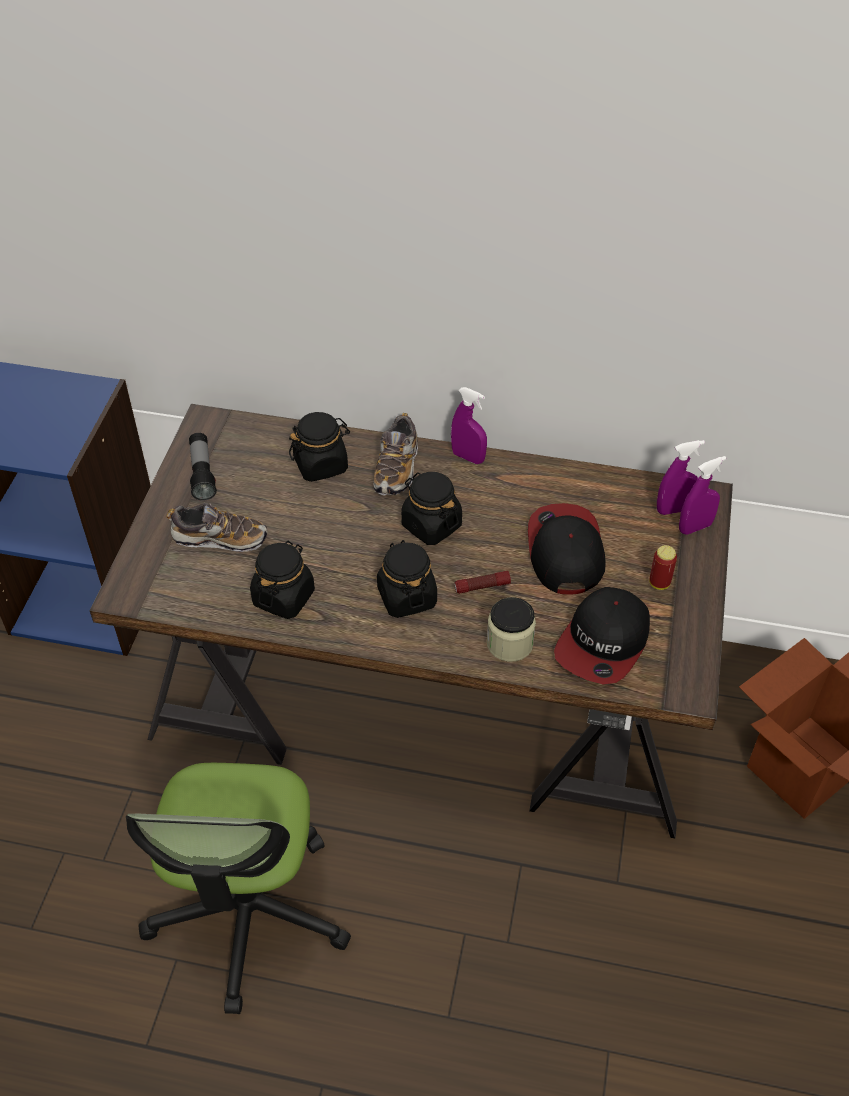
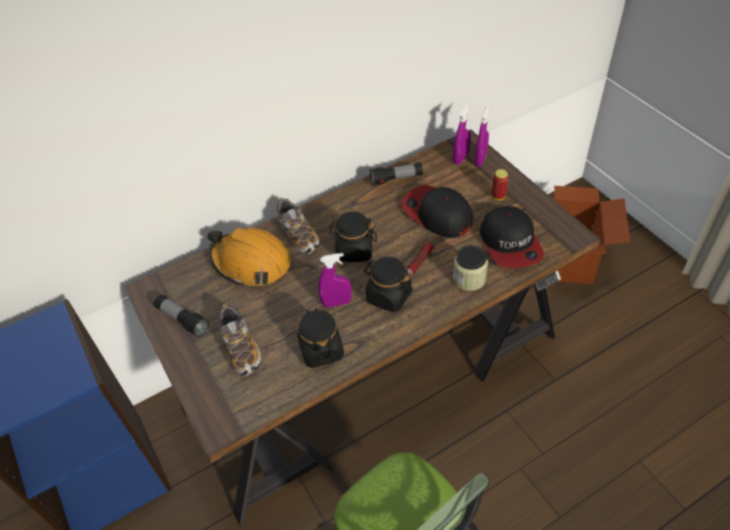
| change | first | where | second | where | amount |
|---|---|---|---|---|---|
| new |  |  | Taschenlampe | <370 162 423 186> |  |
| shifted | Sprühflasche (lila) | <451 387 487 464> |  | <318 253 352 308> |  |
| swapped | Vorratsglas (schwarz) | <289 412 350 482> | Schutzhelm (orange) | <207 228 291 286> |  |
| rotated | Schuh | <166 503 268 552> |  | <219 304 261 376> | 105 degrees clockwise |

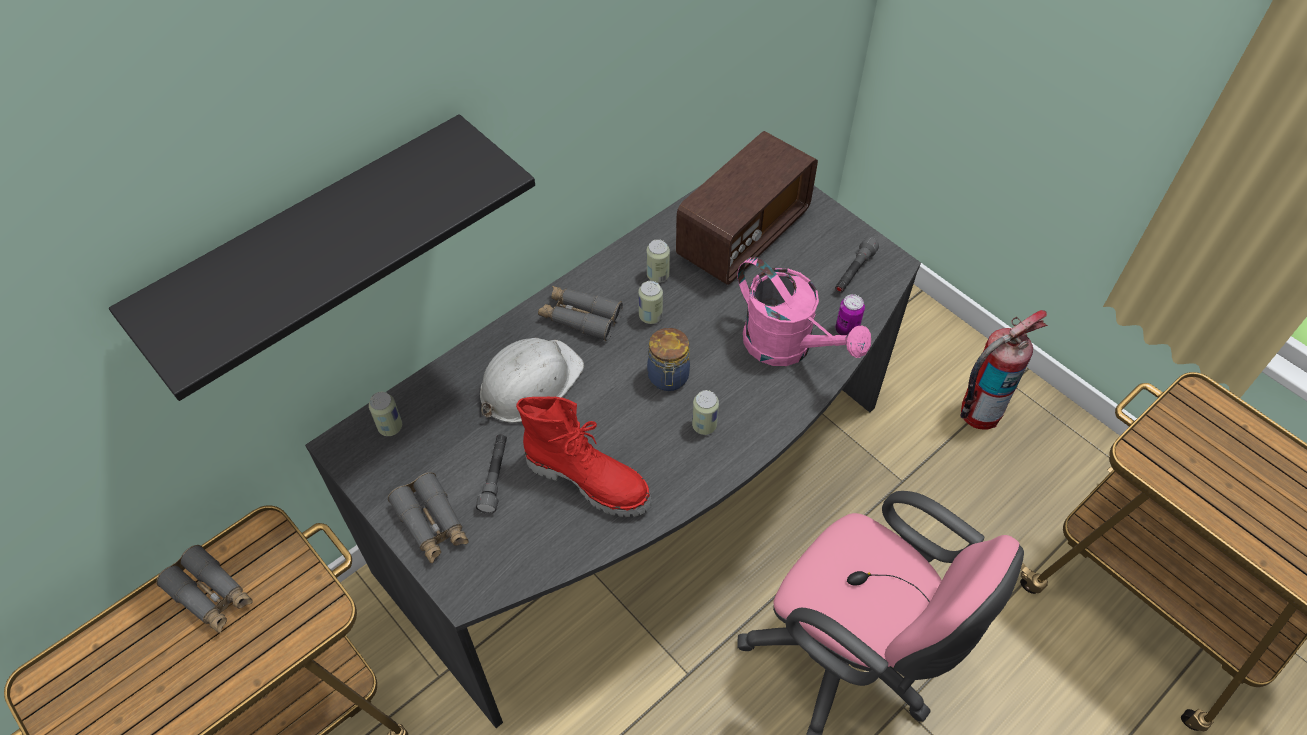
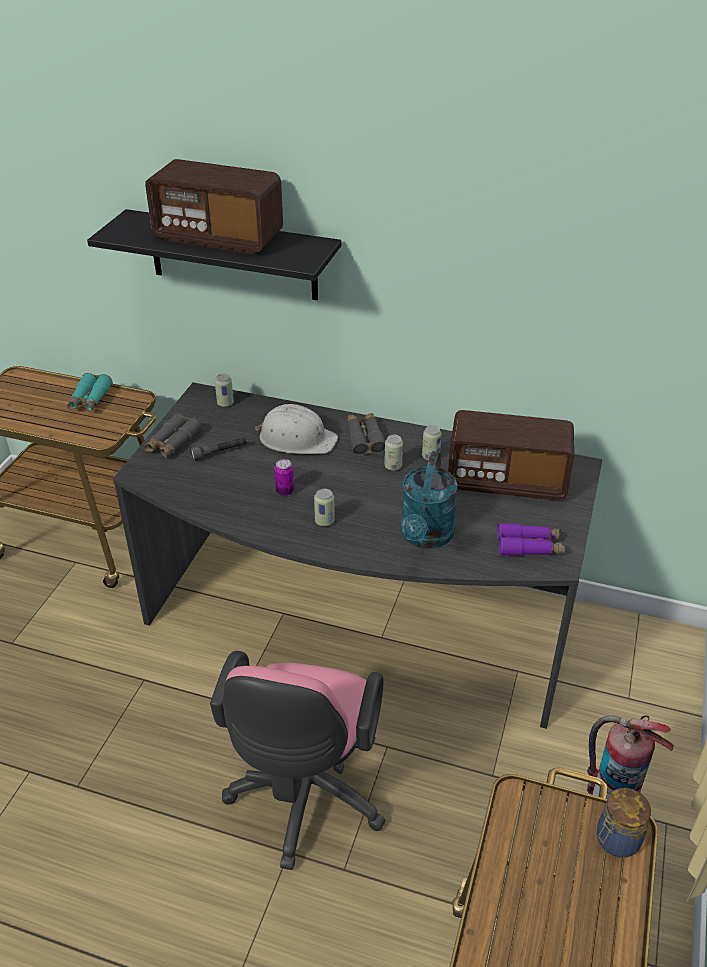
| change | first | where | second | where | amount |
|---|---|---|---|---|---|
| gone | Stiefel (rot) | <516 397 652 517> |  |  |  |
| new |  |  | Radio | <145 159 283 254> |  |
| shifted | Vorratsglas | <647 328 690 391> |  | <597 788 651 858> |  |
| shifted | Dose | <835 294 865 335> |  | <274 459 294 496> |  |
| swapped | Taschenlampe (grau) | <835 237 879 293> | Fernglas (lila) | <497 523 565 556> |  |
| repainted | Fernglas (grau) | <156 545 253 633> | Fernglas (türkis) | <67 373 112 411> |  |
| repainted | Gießkanne (rosa) | <737 257 871 366> | Gießkanne (türkis) | <401 451 458 549> |  |

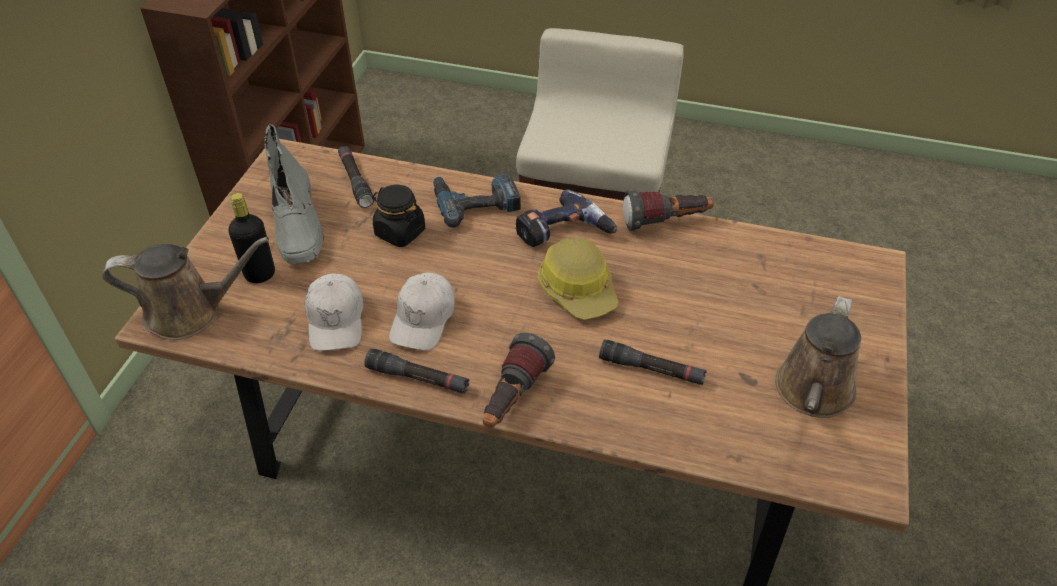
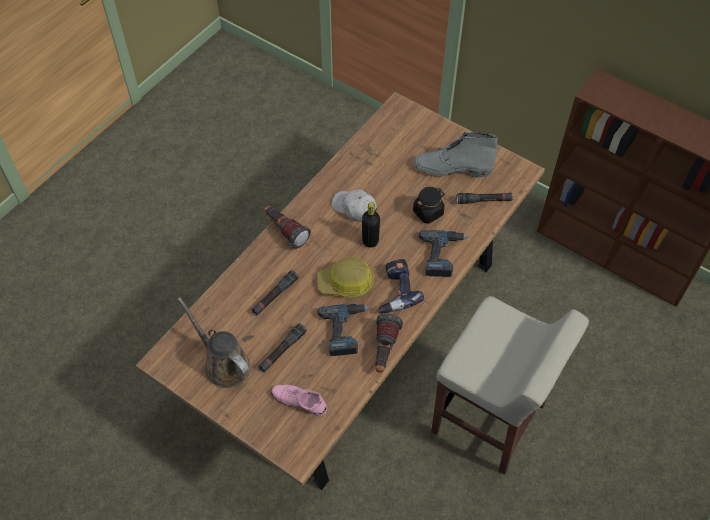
| change | first | where | second | where | amount |
|---|---|---|---|---|---|
| gone | Gießkanne (braun) | <103 237 269 340> |  |  |  |
| gone | Kappe (weiß) | <305 273 364 351> |  |  |  |
| new |  |  | Schuh (rosa) | <271 385 327 416> |  |
| new |  |  | Bohrmaschine | <317 304 370 356> |  |
| shifted | Flasche (schwarz) | <228 193 275 283> |  | <362 202 380 248> |  |
| shifted | Taschenlampe (schwarz) | <364 348 469 394> |  | <258 323 307 373> |  |

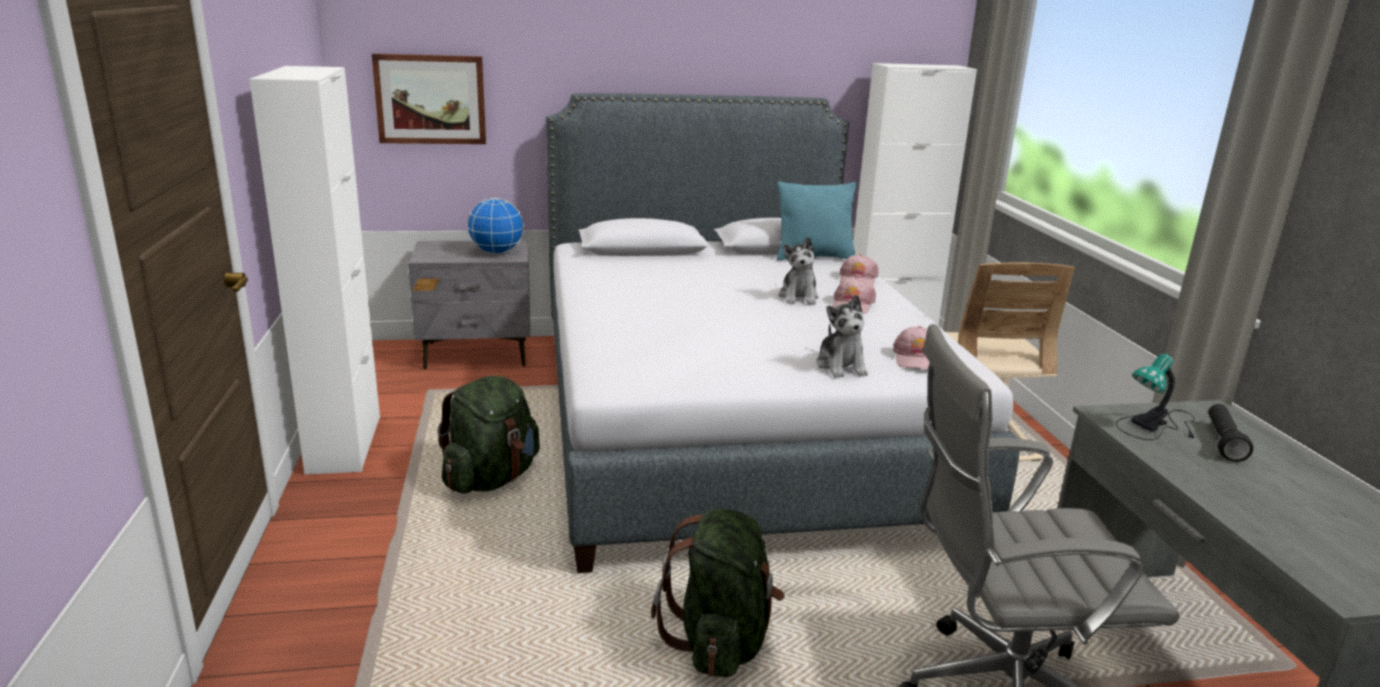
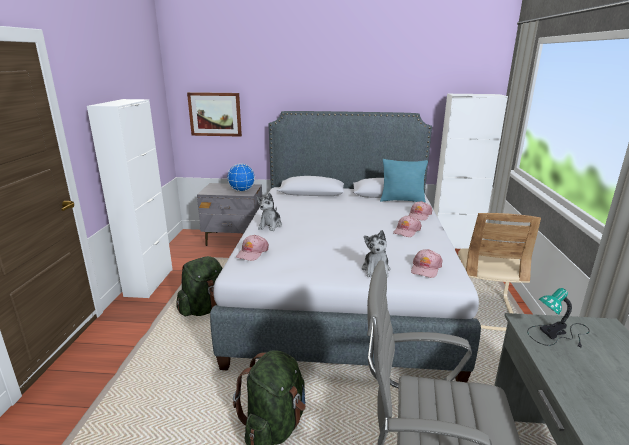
| change | first | where | second | where | amount |
|---|---|---|---|---|---|
| gone | Taschenlampe (schwarz) | <1208 404 1254 462> |  |  |  |
| new |  |  | Kappe (rosa) | <236 235 269 261> |  |
| shifted | Plüschtier | <779 237 819 305> |  | <257 193 282 231> |  |

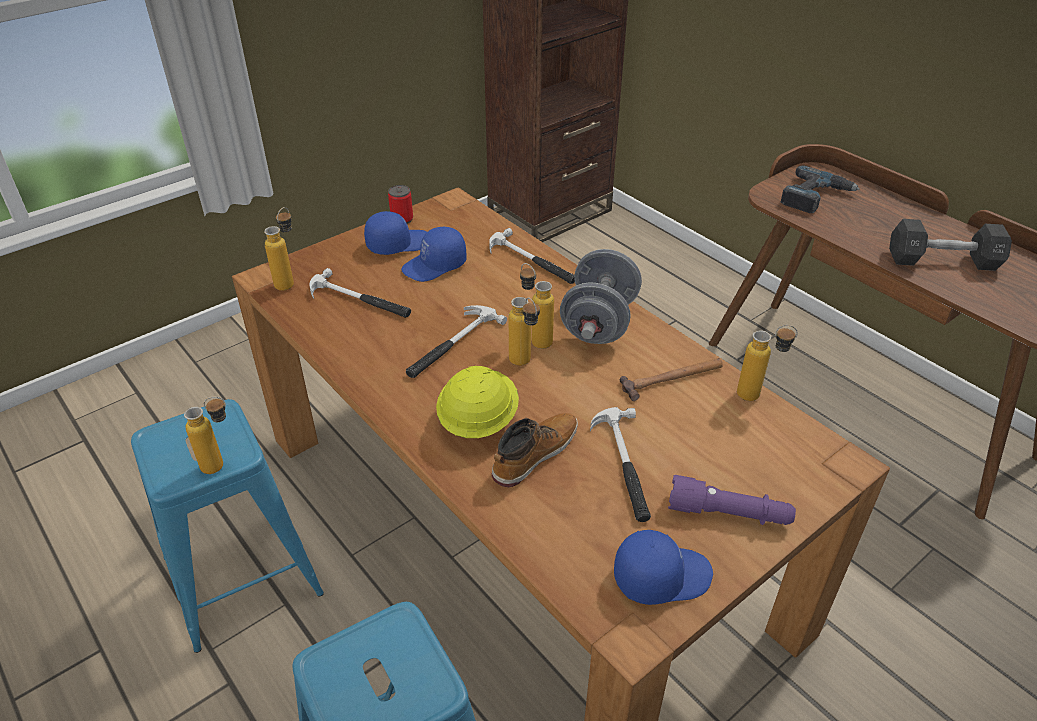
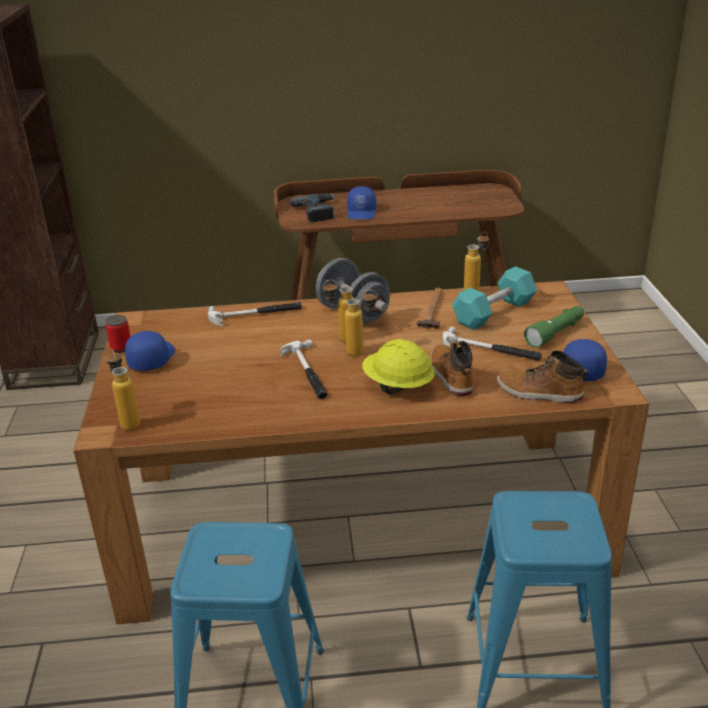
| change | first | where | second | where | amount |
|---|---|---|---|---|---|
| gone | Flasche | <184 397 226 474> |  |  |  |
| gone | Hammer | <309 268 411 318> |  |  |  |
| gone | Hantel (schwarz) | <889 219 1012 271> |  |  |  |
| new |  |  | Hantel (türkis) | <452 266 537 330> |  |
| new |  |  | Stiefel | <497 351 587 403> |  |
| shifted | Kappe (blau) | <401 227 467 282> |  | <347 186 376 219> |  |
| repainted | Taschenlampe (lila) | <668 475 796 525> | Taschenlampe (grün) | <524 306 584 348> |  |

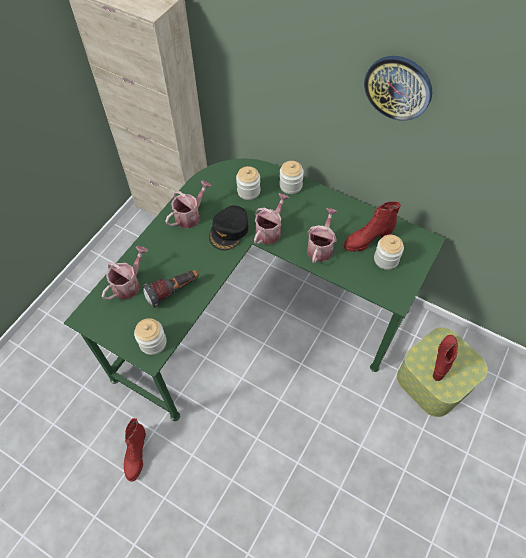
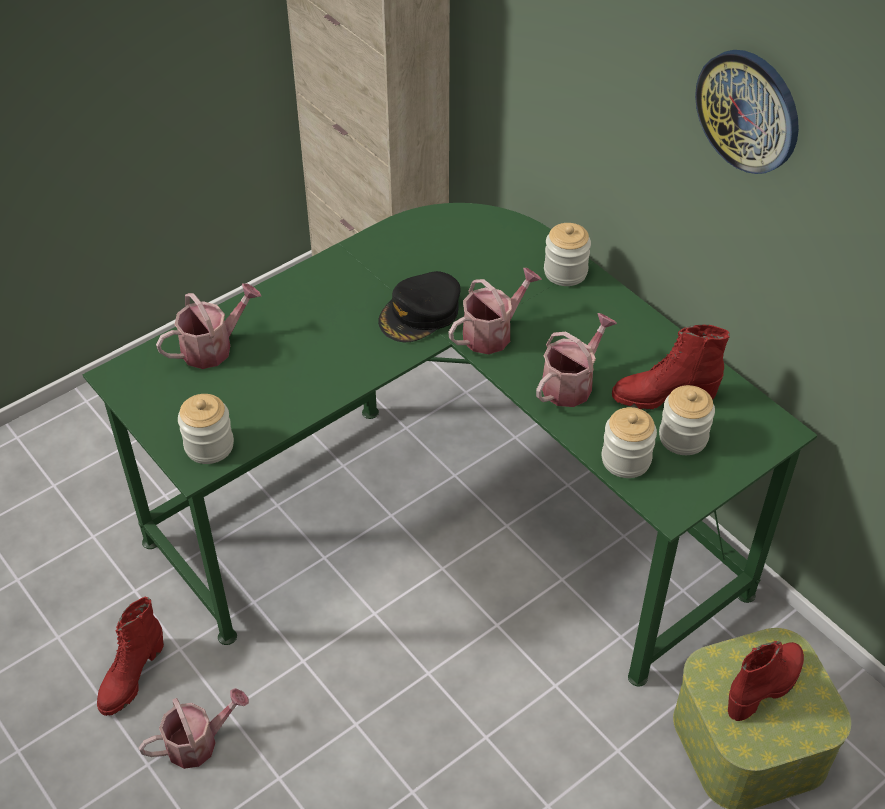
| change | first | where | second | where | amount |
|---|---|---|---|---|---|
| gone | Taschenlampe | <143 270 199 308> |  |  |  |
| shifted | Gießkanne | <165 180 212 228> |  | <139 688 249 769> |  |
| shifted | Vorratsglas | <236 166 260 200> |  | <602 407 657 478> |  |

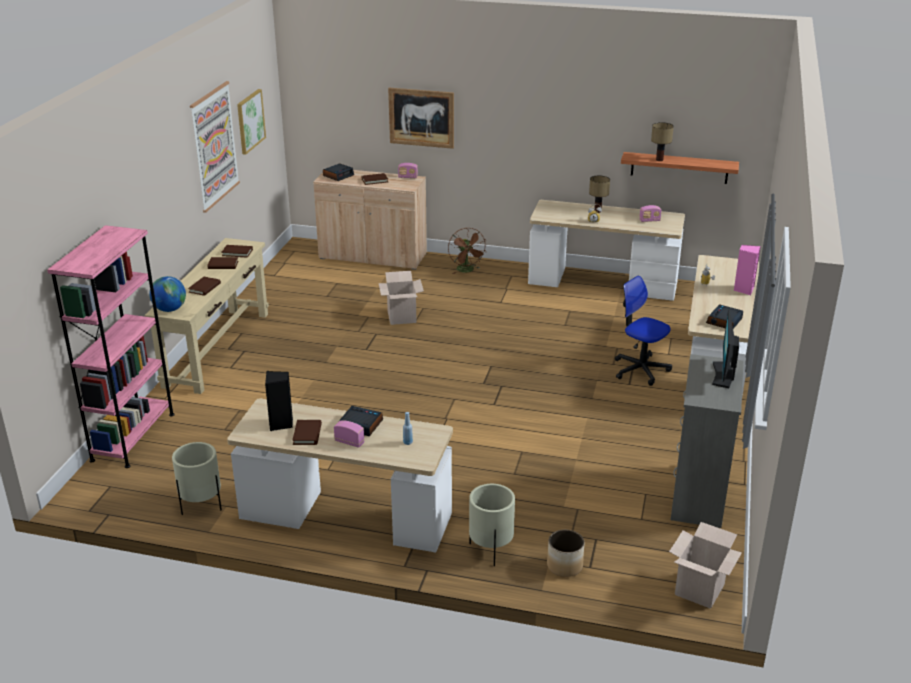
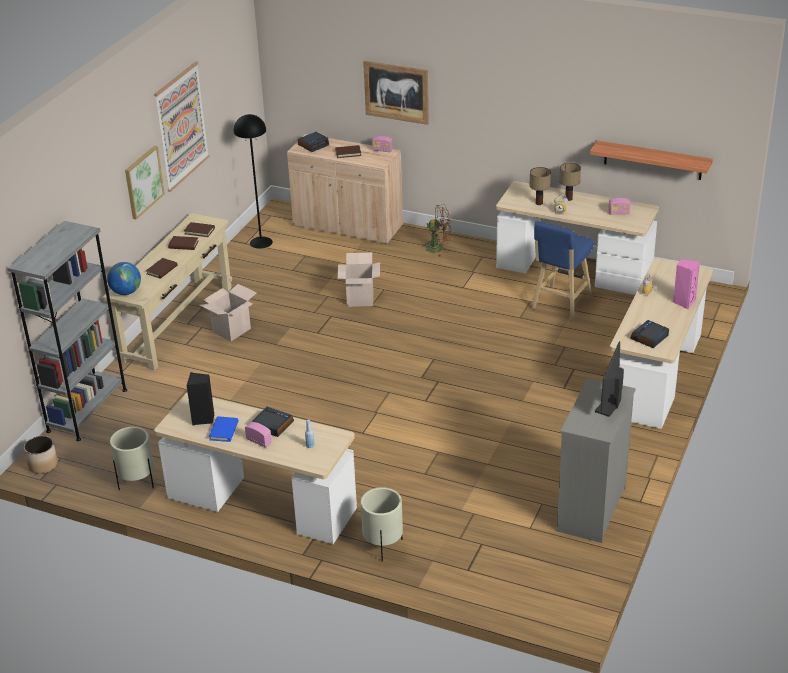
| change | first | where | second | where | amount |
|---|---|---|---|---|---|
| gone | Bürostuhl | <615 276 672 386> |  |  |  |
| new |  |  | Stehlampe (schwarz) | <234 114 273 249> |  |
| new |  |  | Hocker (blau) | <531 221 594 321> |  |
| shifted | Bild | <237 89 266 155> |  | <125 146 165 220> |  |
| shifted | Pflanzkübel | <547 530 584 577> |  | <24 436 58 474> |  |
| shifted | Tischlampe | <651 122 674 161> |  | <530 167 551 205> |  |
| shifted | Karton | <669 522 742 609> |  | <200 284 257 341> |  |
| repainted | Bücherregal (rosa) | <47 225 175 468> | Bücherregal (grau) | <7 221 127 441> |  |
| repainted | Buch (braun) | <292 420 322 445> | Buch (blau) | <209 416 239 442> |  |
| rotated | Ventilator (braun) | <448 228 486 274> |  | <422 205 451 257> | 75 degrees counterclockwise |

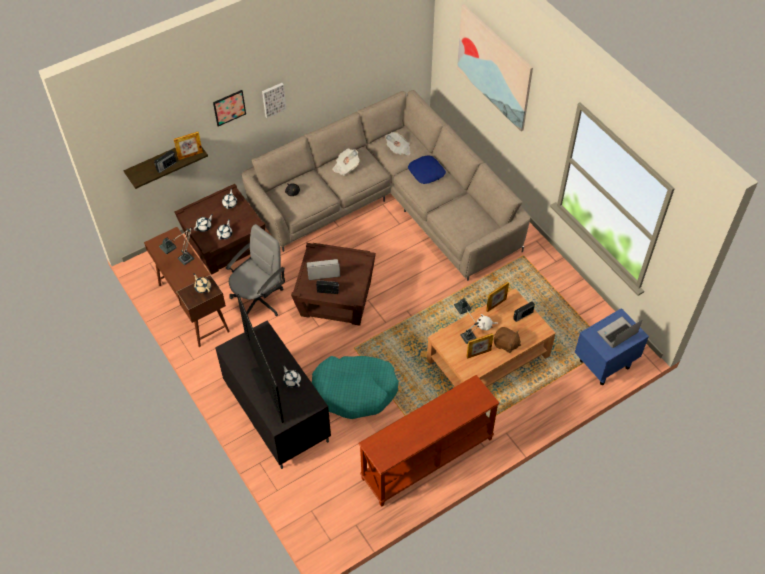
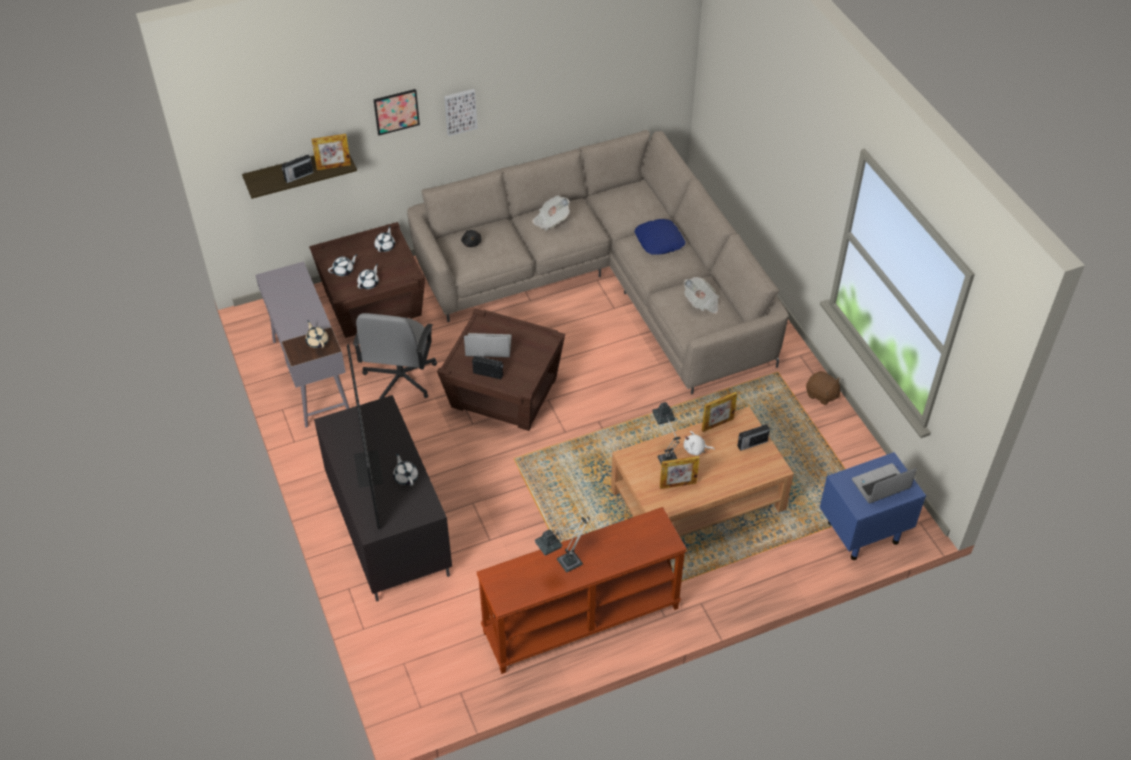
| change | first | where | second | where | amount |
|---|---|---|---|---|---|
| gone | Hundebett (türkis) | <312 356 399 419> |  |  |  |
| gone | Bild | <457 5 533 131> |  |  |  |
| shifted | Tischlampe | <159 228 194 265> |  | <535 517 590 572> |  |
| shifted | Zeitung | <385 132 410 156> |  | <684 277 719 314> |  |
| shifted | Plüschtier (braun) | <494 327 521 353> |  | <806 371 841 405> |  |
| repainted | Schreibtisch (braun) | <144 227 230 347> | Schreibtisch (grau) | <256 261 349 428> |  |
| rotated | Bürostuhl (grau) | <226 224 285 316> |  | <353 313 437 399> | 135 degrees clockwise |

